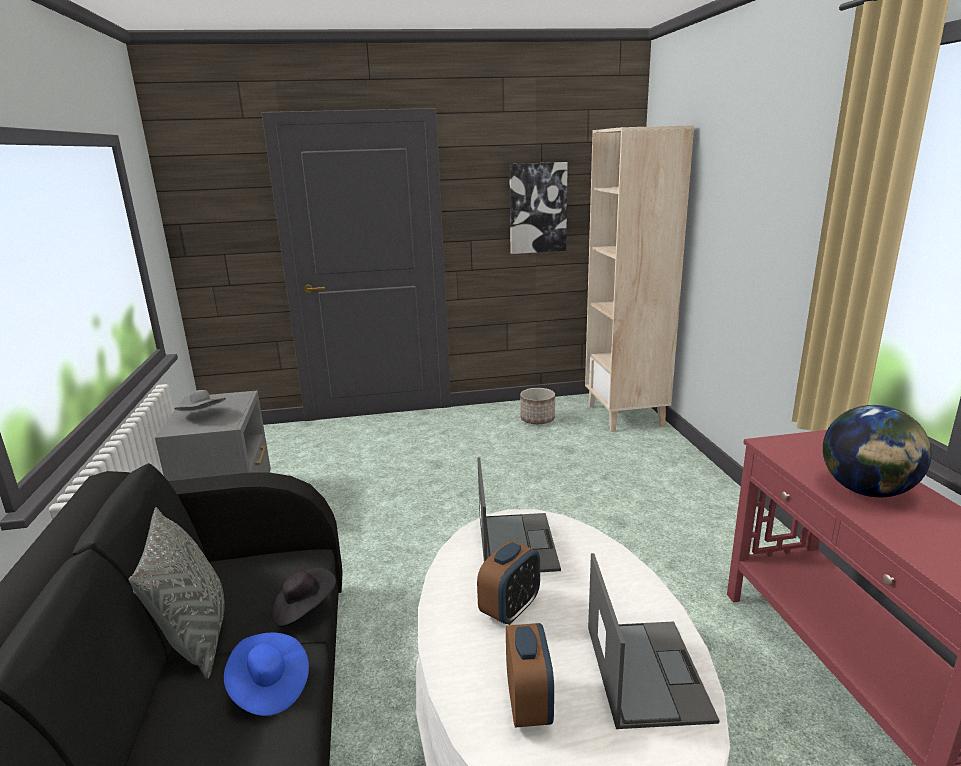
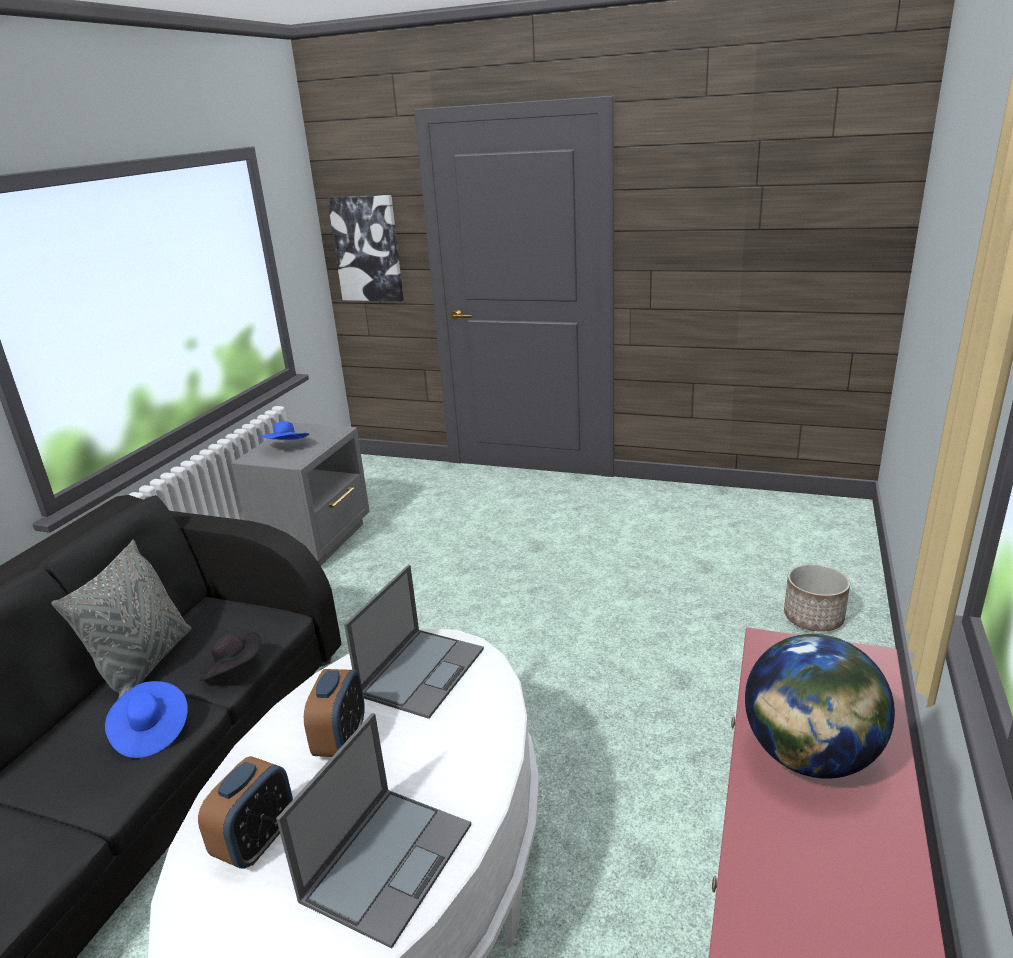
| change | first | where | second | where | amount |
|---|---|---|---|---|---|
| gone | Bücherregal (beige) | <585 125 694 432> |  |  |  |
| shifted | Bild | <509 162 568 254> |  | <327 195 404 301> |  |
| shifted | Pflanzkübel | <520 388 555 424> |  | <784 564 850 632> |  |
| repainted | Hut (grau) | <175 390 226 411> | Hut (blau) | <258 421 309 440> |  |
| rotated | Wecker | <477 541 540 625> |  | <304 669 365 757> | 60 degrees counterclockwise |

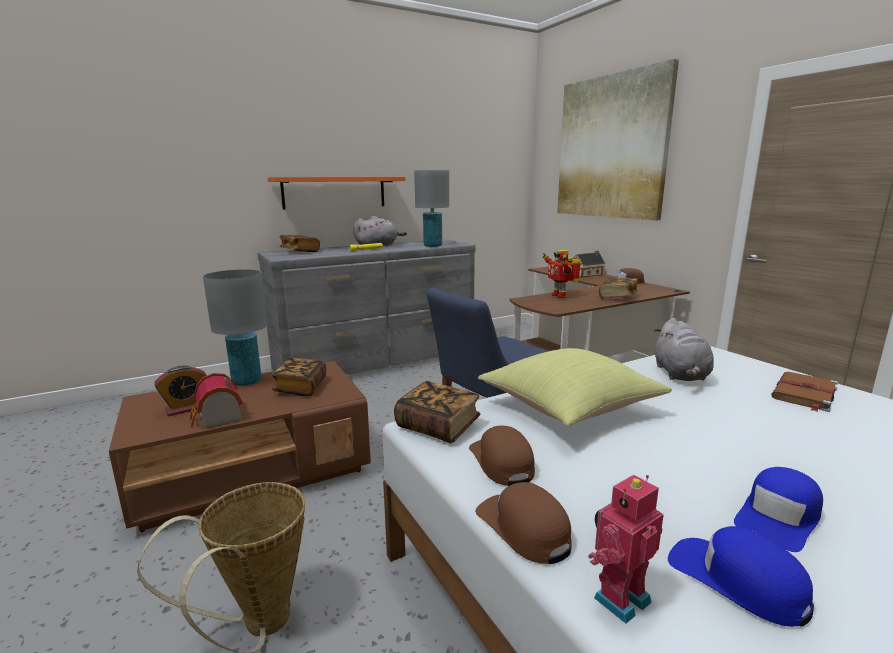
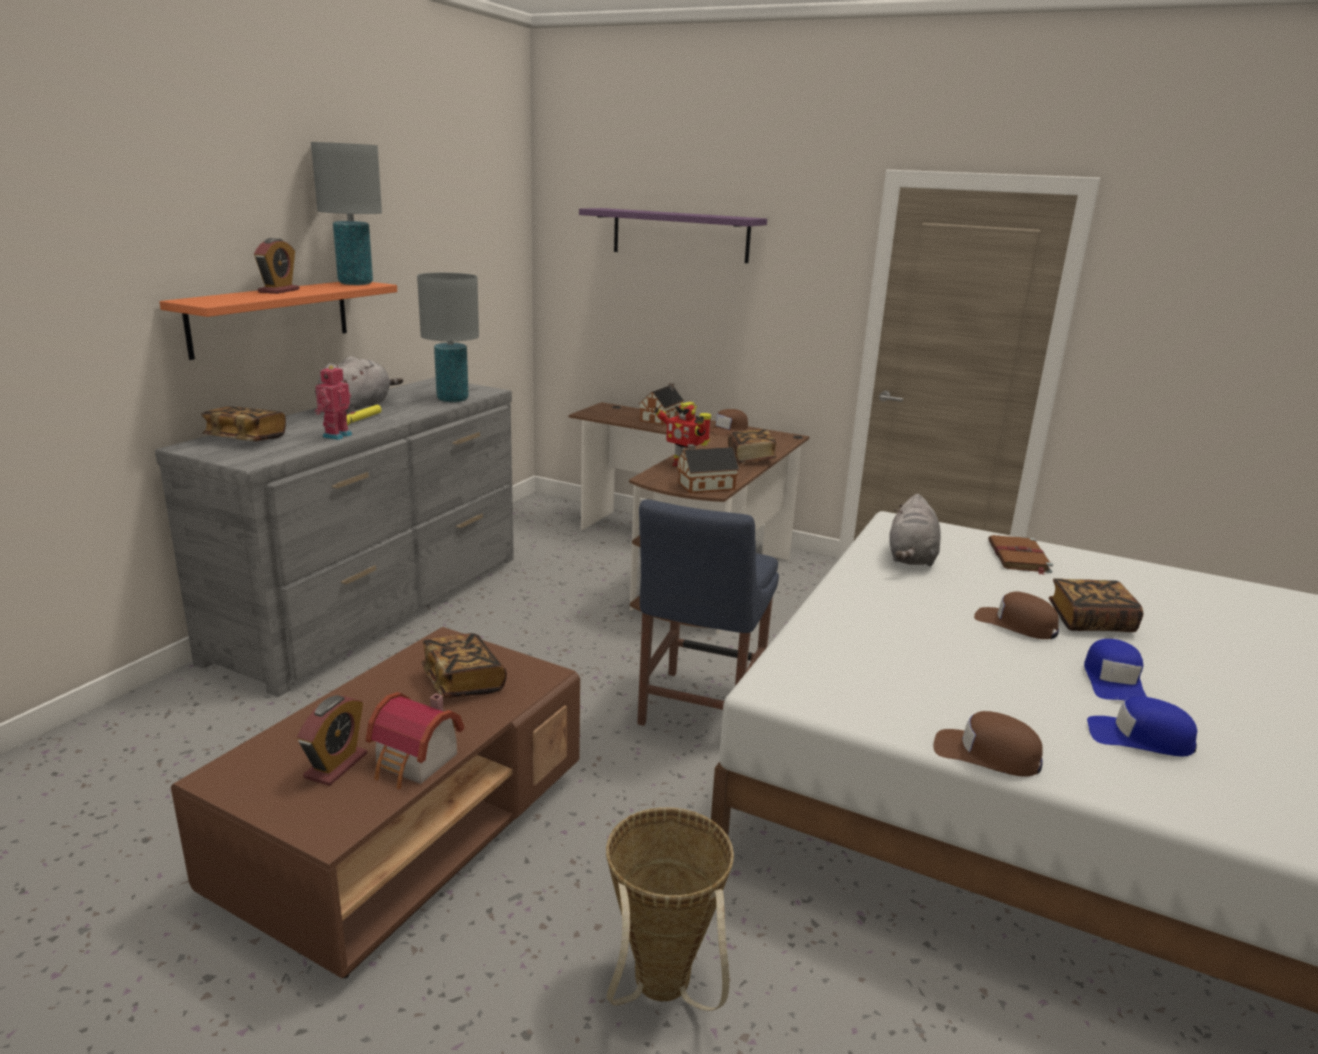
| change | first | where | second | where | amount |
|---|---|---|---|---|---|
| gone | Kissen (gelb) | <478 348 672 426> |  |  |  |
| new |  |  | Wecker | <254 238 300 294> |  |
| new |  |  | Spielzeughaus | <677 444 739 493> |  |
| shifted | Tischlampe (grau) | <203 269 267 386> |  | <311 142 382 285> |  |
| shifted | Buch | <394 381 481 443> |  | <1049 578 1143 632> |  |
| shifted | Kappe (braun) | <469 426 535 486> |  | <974 592 1059 639> |  |
| shifted | Spielzeugroboter | <588 475 664 624> |  | <315 365 352 440> |  |
| swapped | Bild | <557 59 679 220> | Wandregal (lila) | <579 208 767 263> |  |
| rotated | Plüschtier (grau) | <655 318 714 381> |  | <889 494 941 567> | 45 degrees clockwise |

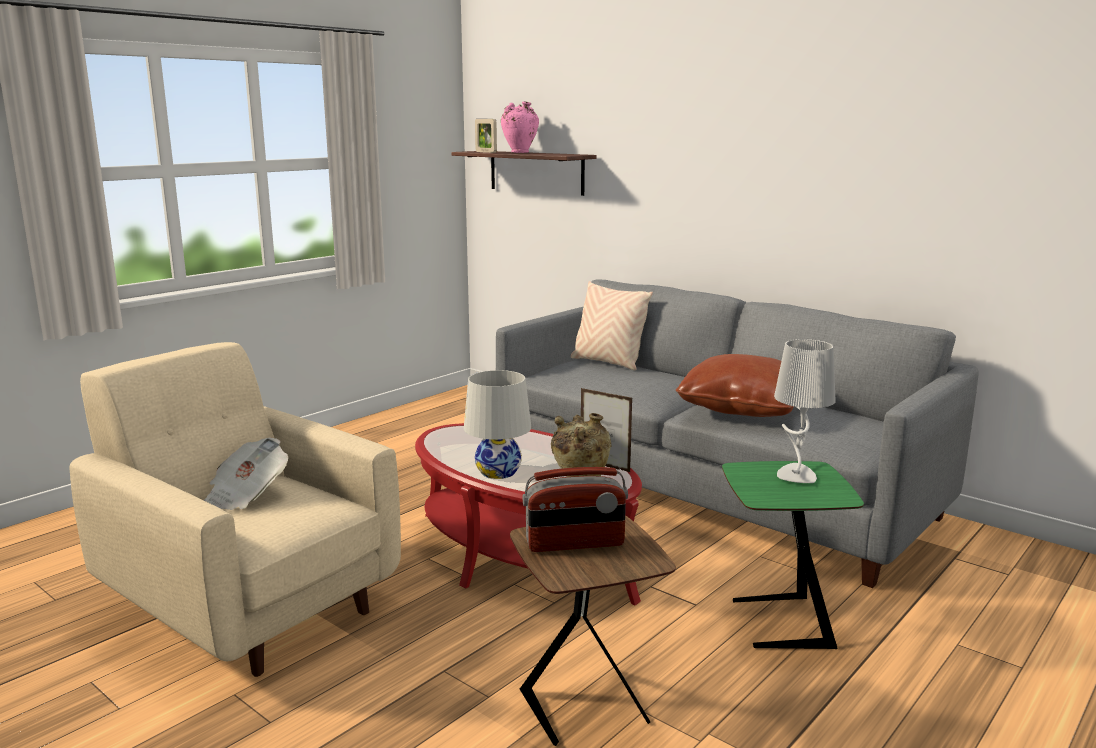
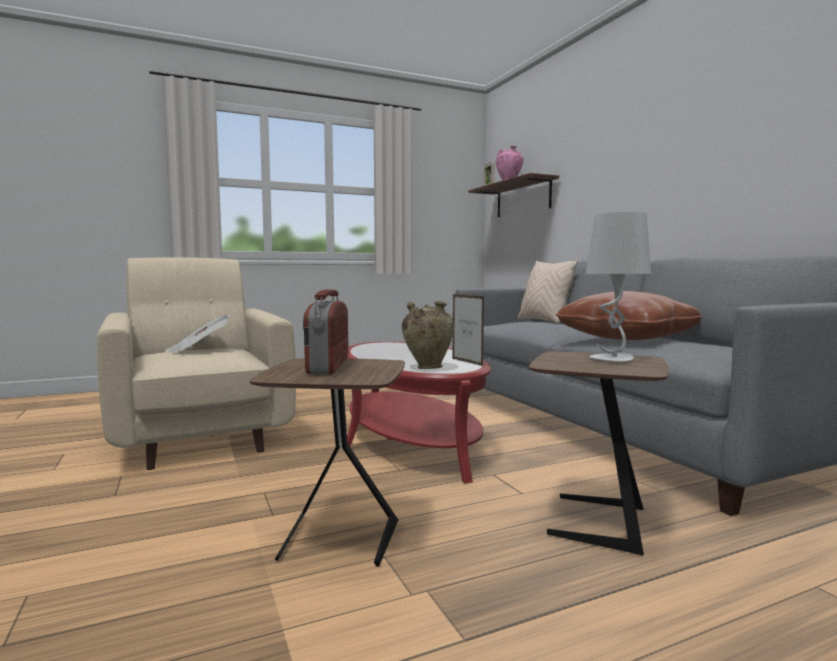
| change | first | where | second | where | amount |
|---|---|---|---|---|---|
| gone | Tischlampe (weiß) | <464 370 531 479> |  |  |  |
| repainted | Beistelltisch (grün) | <722 461 864 649> | Beistelltisch (braun) | <529 351 669 555> |  |
| rotated | Radio | <523 467 628 552> |  | <303 289 348 374> | 75 degrees clockwise |

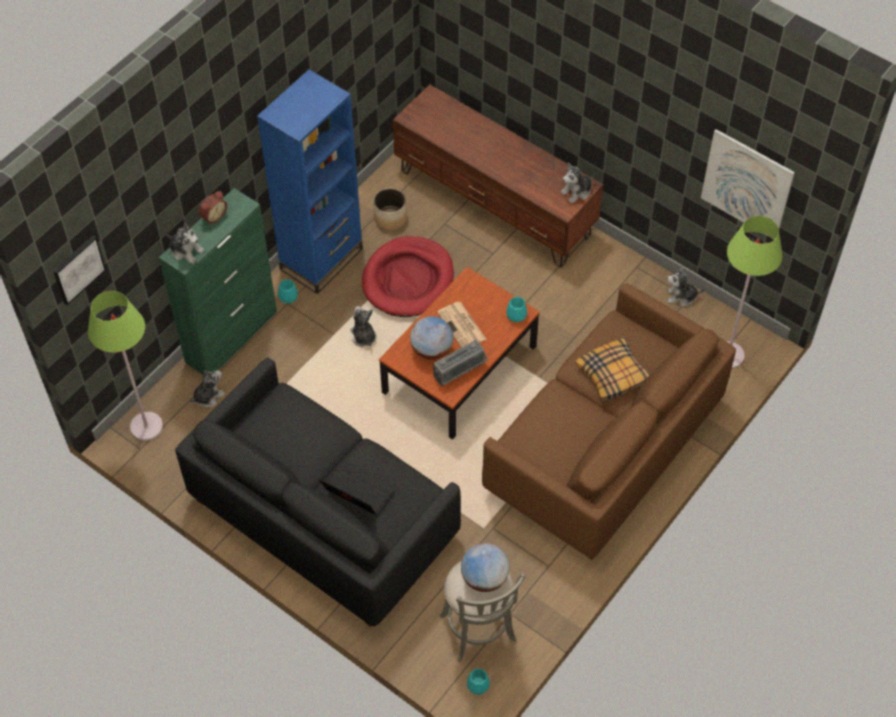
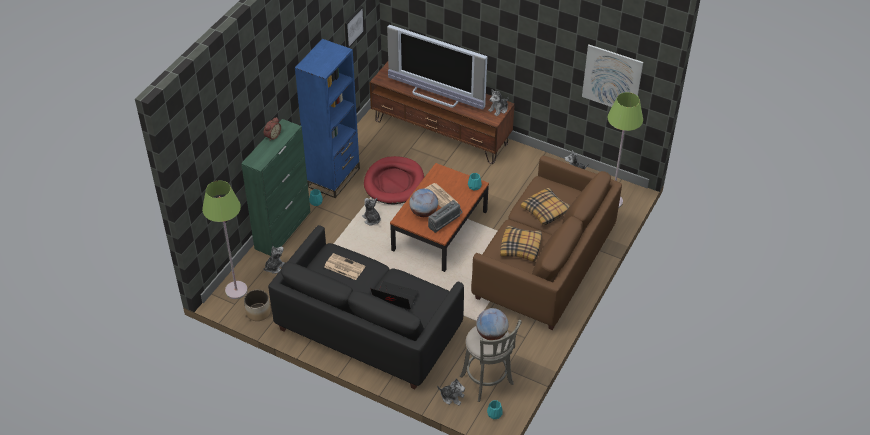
| change | first | where | second | where | amount |
|---|---|---|---|---|---|
| new |  |  | Zeitung | <324 253 365 280> |  |
| new |  |  | Fernseher | <387 25 487 110> |  |
| new |  |  | Kissen | <500 225 542 262> |  |
| shifted | Bild | <53 235 106 305> |  | <344 6 364 48> |  |
| shifted | Plüschtier | <165 223 205 264> |  | <437 378 465 406> |  |
| shifted | Pflanzkübel | <373 188 407 230> |  | <244 289 271 321> |  |

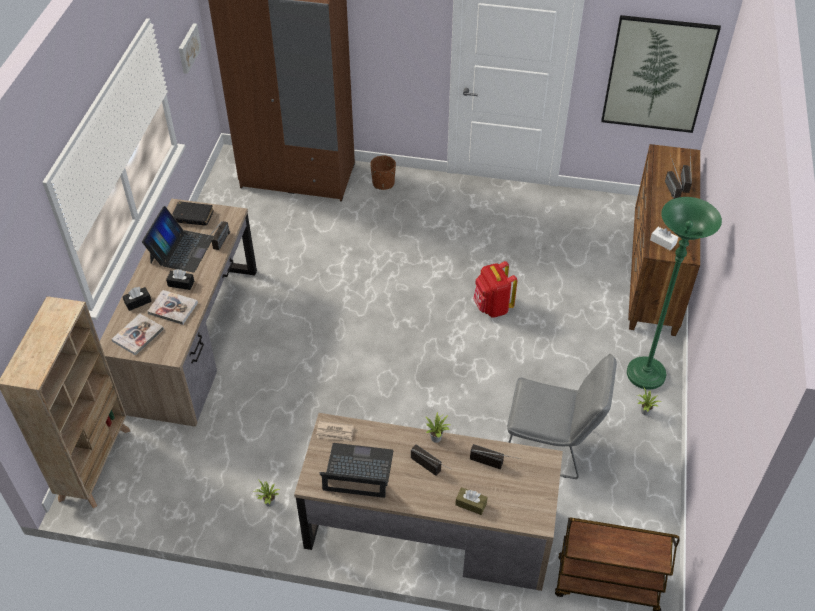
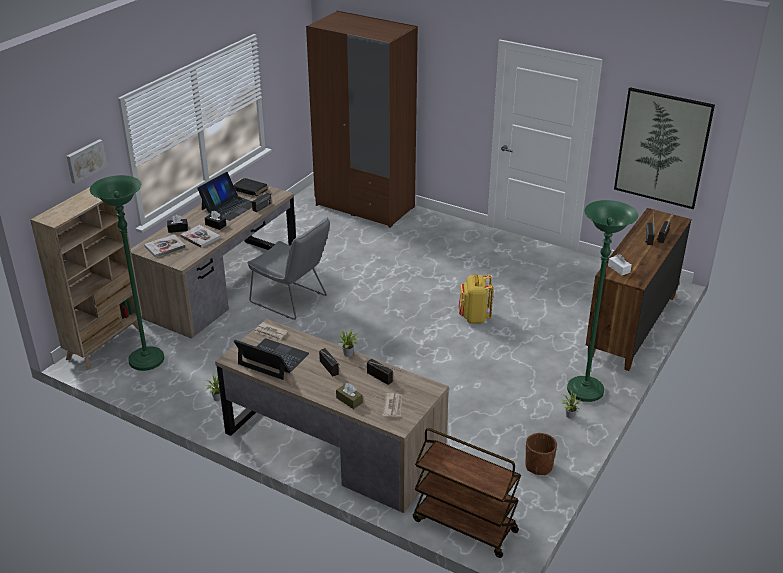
| change | first | where | second | where | amount |
|---|---|---|---|---|---|
| new |  |  | Stehlampe (grün) | <90 175 164 371> |  |
| new |  |  | Zeitung | <382 393 402 417> |  |
| shifted | Bild | <179 23 202 74> |  | <67 139 107 184> |  |
| shifted | Pflanzkübel (braun) | <370 156 396 190> |  | <525 433 557 475> |  |
| shifted | Stuhl (grau) | <507 354 617 479> |  | <247 217 330 320> |  |
| repainted | Rucksack (rot) | <473 261 517 318> | Rucksack (gelb) | <458 275 493 323> |  |

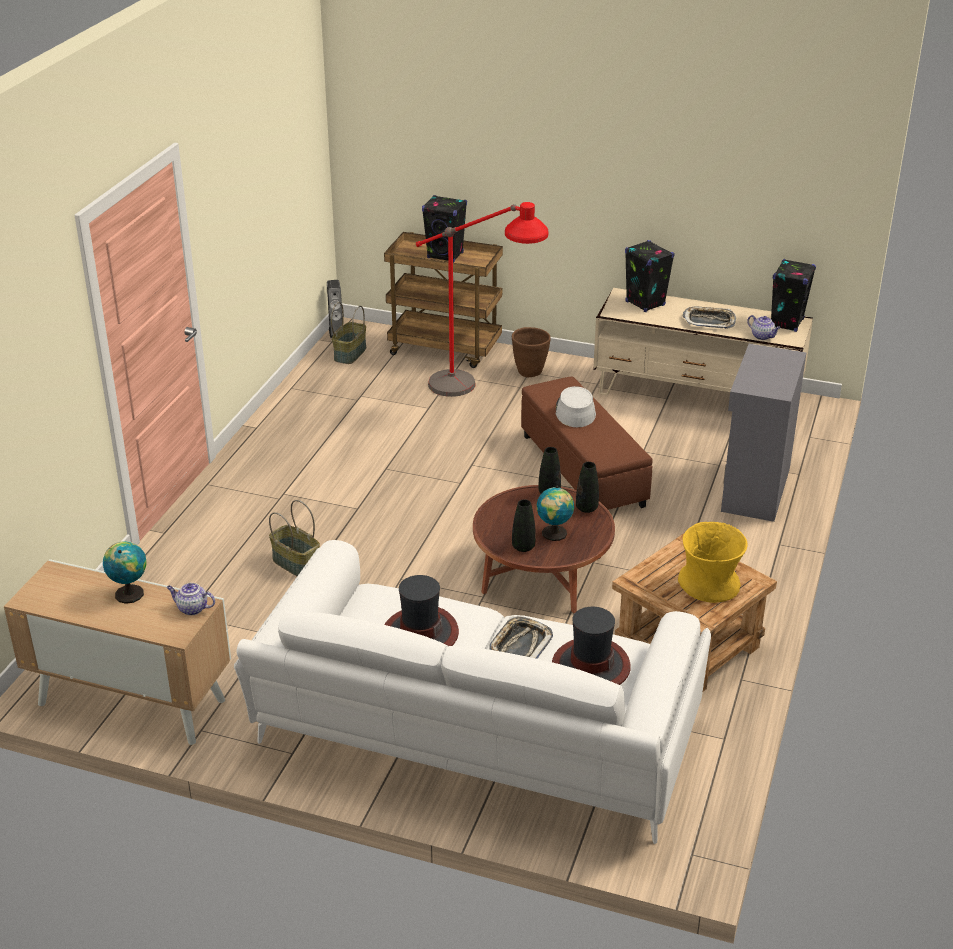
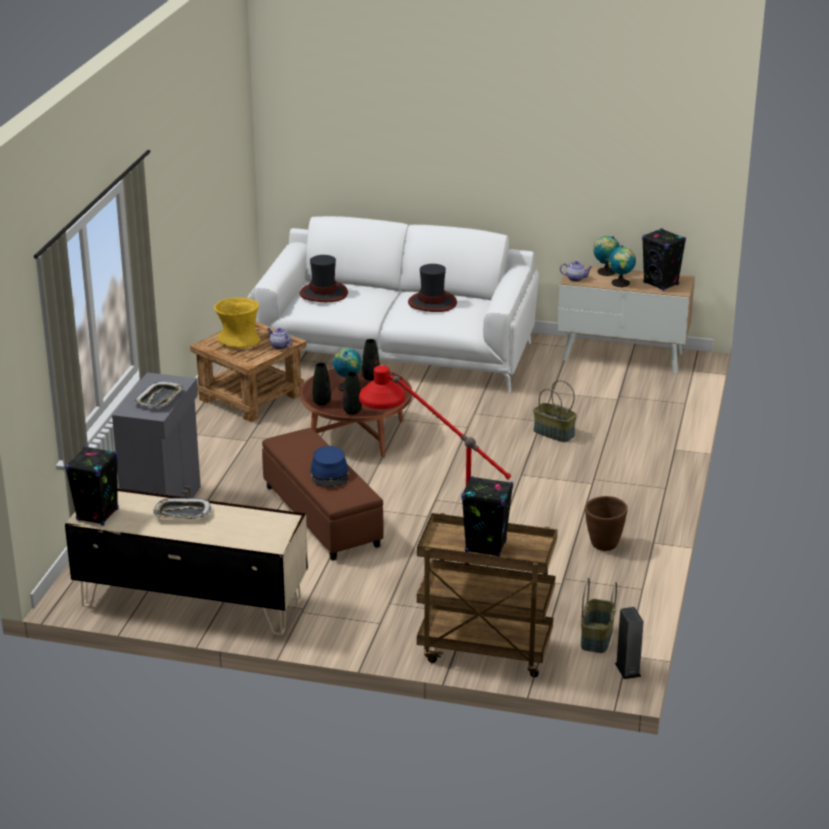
| change | first | where | second | where | amount |
|---|---|---|---|---|---|
| new |  |  | Globus | <593 236 620 276> |  |
| shifted | Tablett | <489 617 553 659> |  | <135 381 184 408> |  |
| shifted | Pflanzkübel (braun) | <512 327 551 378> |  | <585 496 628 551> |  |
| shifted | Lautsprecher (schwarz) | <625 240 675 313> |  | <642 228 686 291> |  |
| shifted | Teekanne | <747 315 780 340> |  | <267 328 293 350> |  |
| repainted | Hut (grau) | <556 386 596 427> | Hut (blau) | <310 446 349 487> |  |

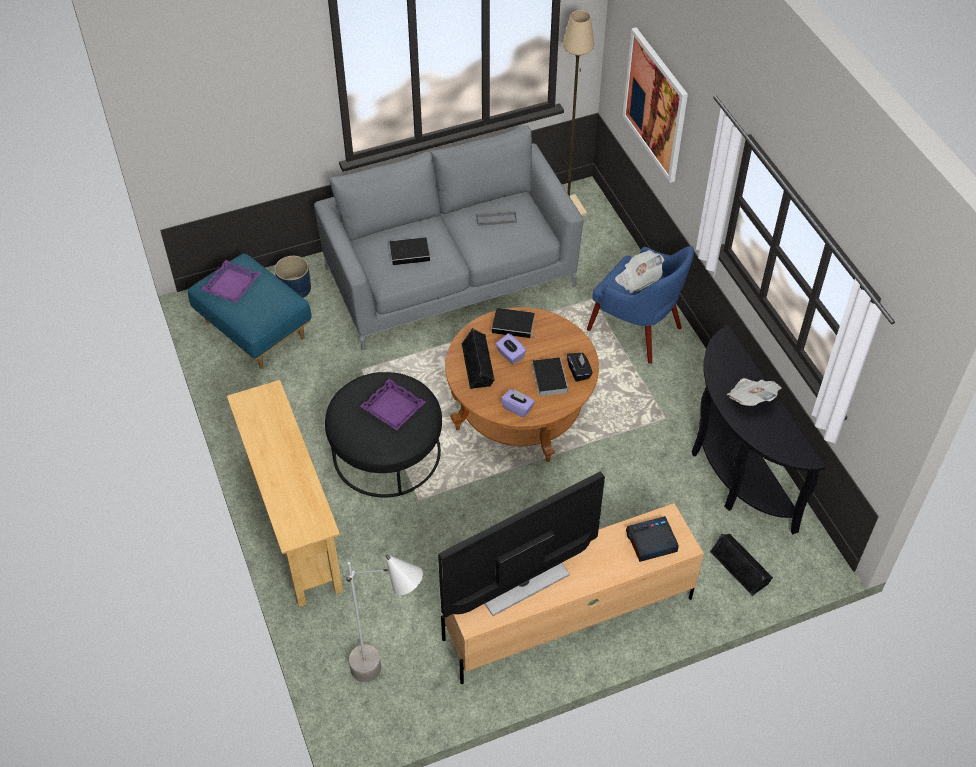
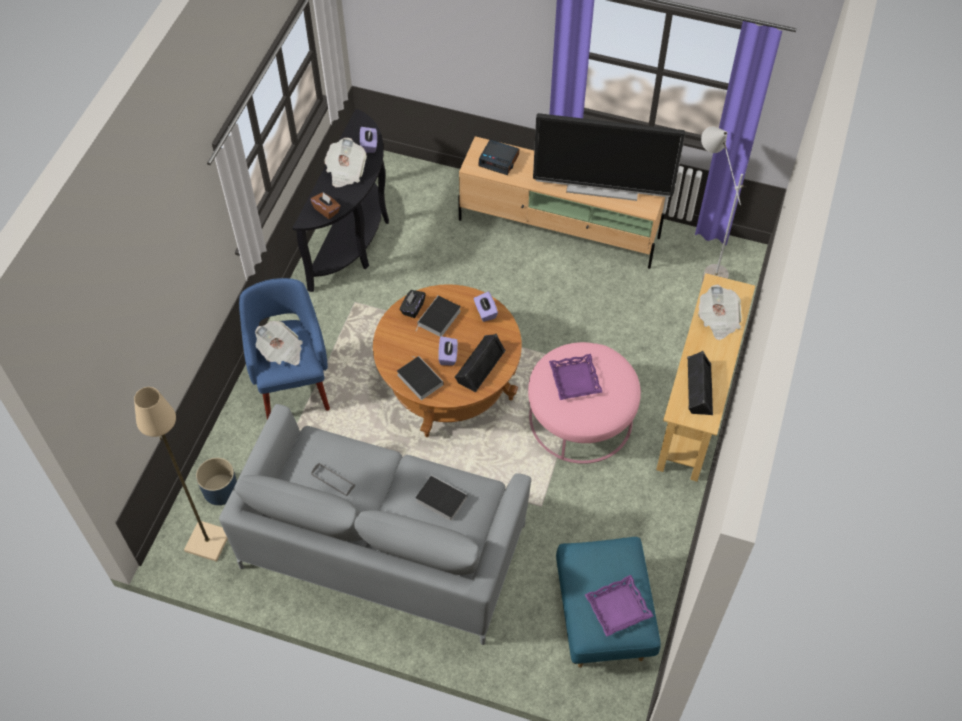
| change | first | where | second | where | amount |
|---|---|---|---|---|---|
| gone | Bild | <623 27 688 183> |  |  |  |
| new |  |  | Taschentuchbox (braun) | <310 192 341 219> |  |
| new |  |  | Taschentuchbox (lila) | <360 127 377 153> |  |
| new |  |  | Zeitung | <698 285 742 340> |  |
| shifted | Pflanzkübel (blau) | <274 256 311 298> |  | <196 458 237 505> |  |
| shifted | Lautsprecher (schwarz) | <710 534 773 596> |  | <687 351 713 415> |  |
| repainted | Polsterhocker (schwarz) | <325 372 442 498> | Polsterhocker (rosa) | <528 342 641 464> |  |

